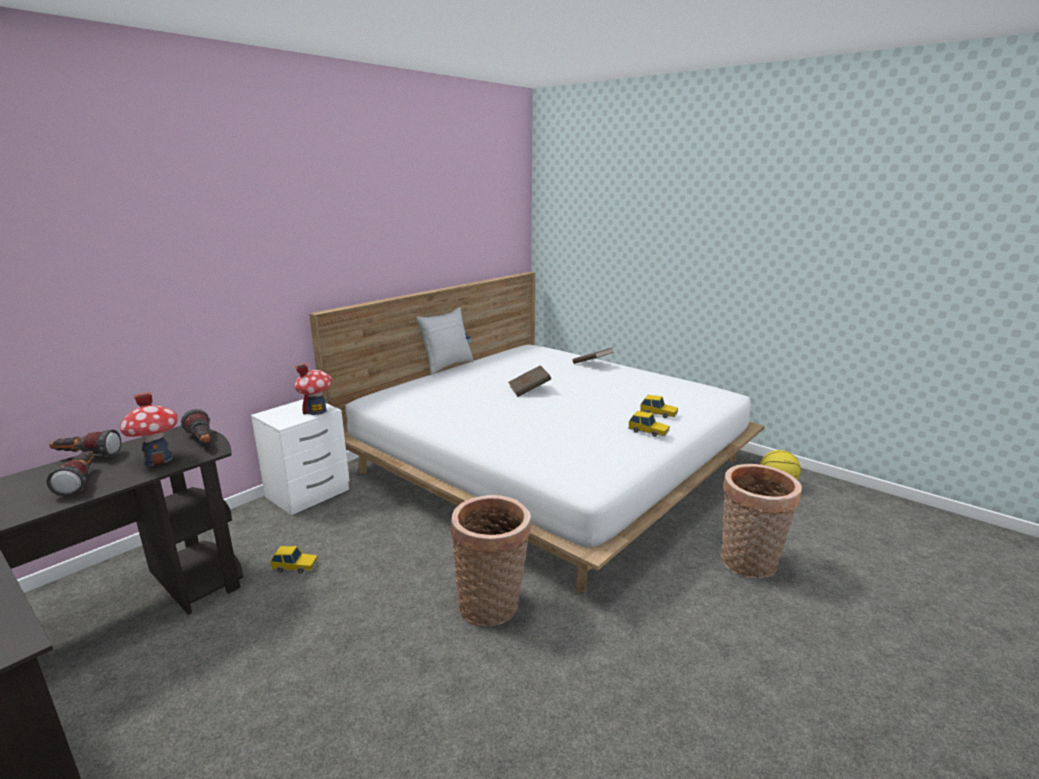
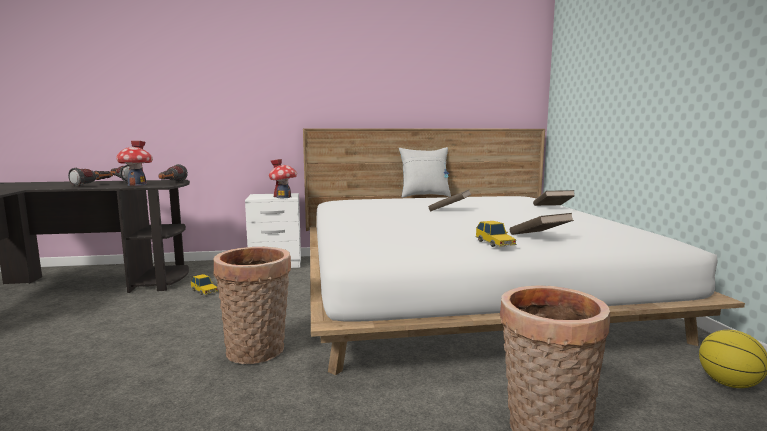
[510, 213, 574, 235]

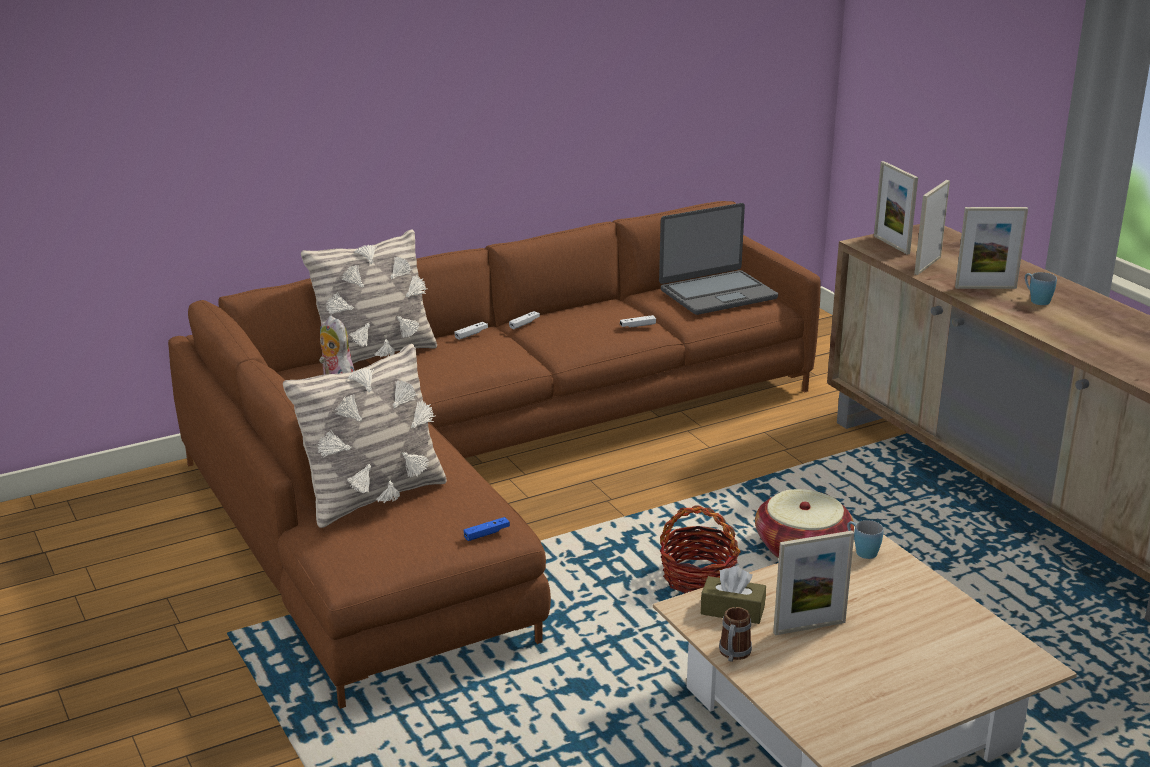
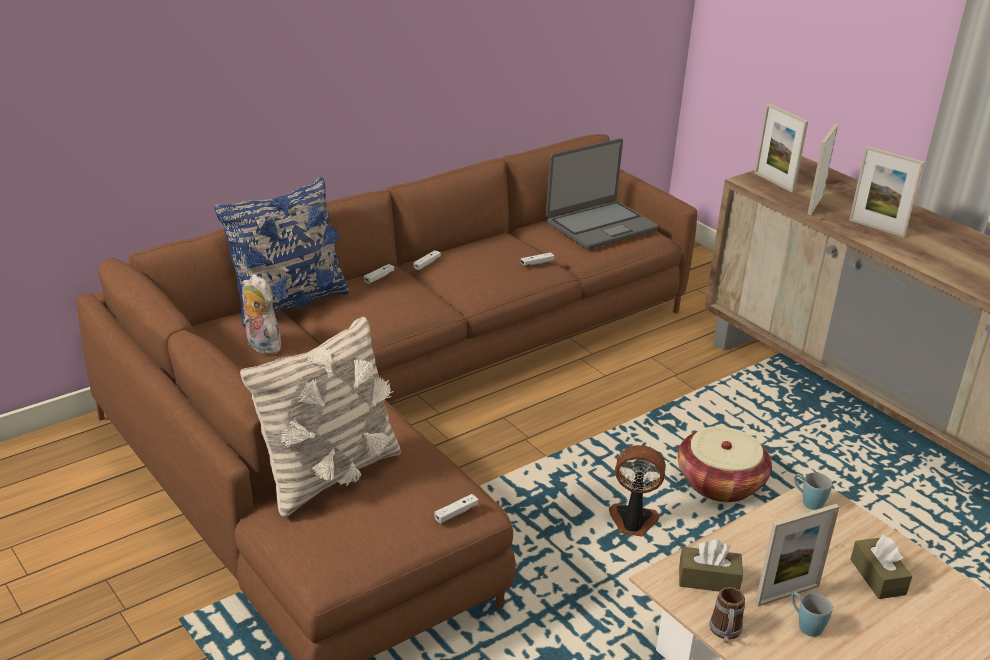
[849, 146, 924, 237]
[214, 177, 349, 327]
[791, 592, 833, 637]
[609, 445, 666, 537]
[434, 494, 479, 524]
[850, 535, 912, 599]

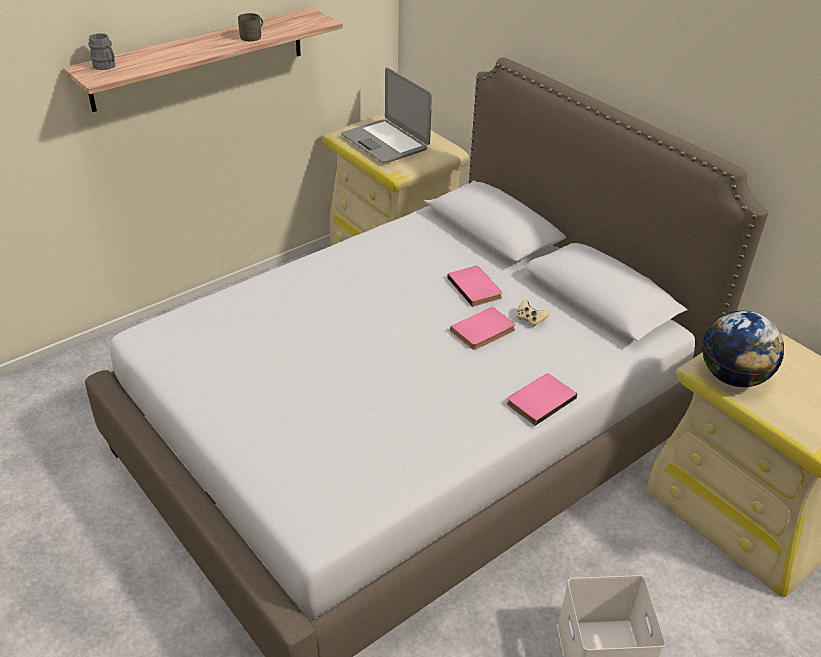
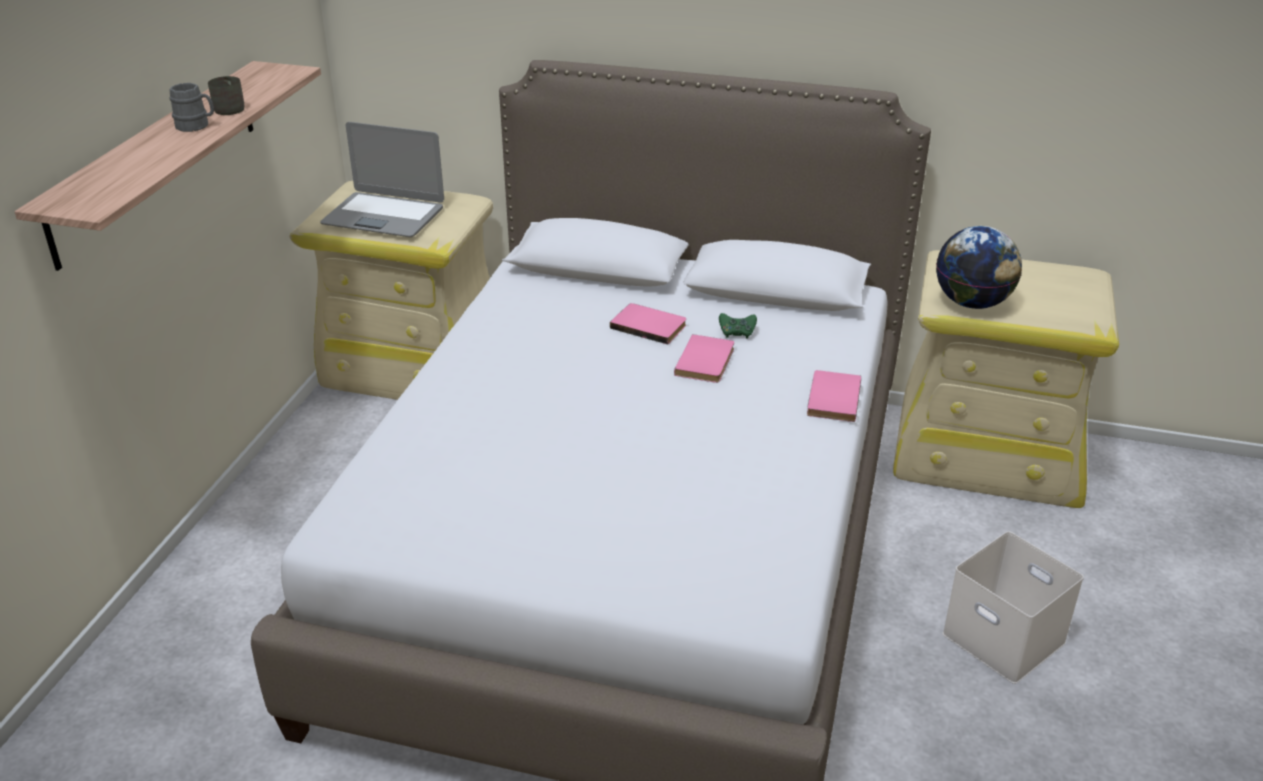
[169, 83, 214, 132]
[719, 313, 757, 338]

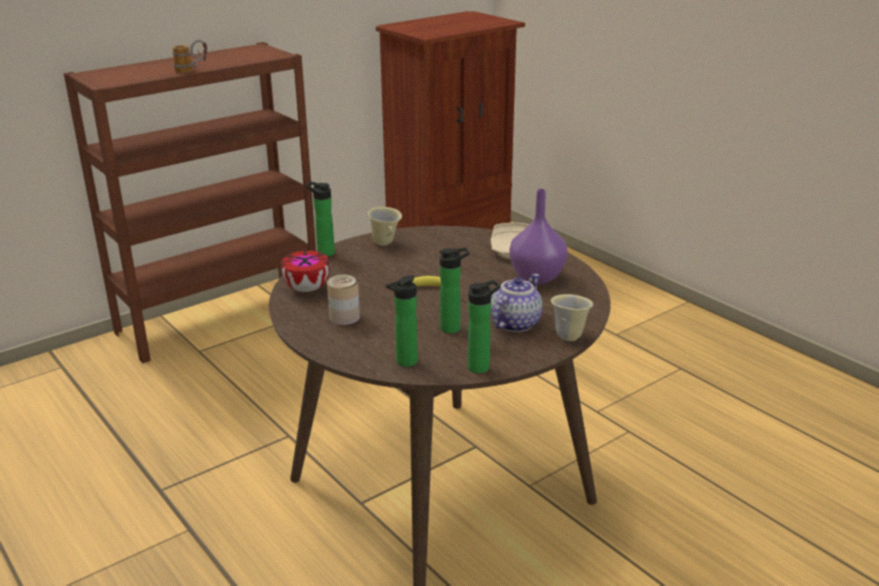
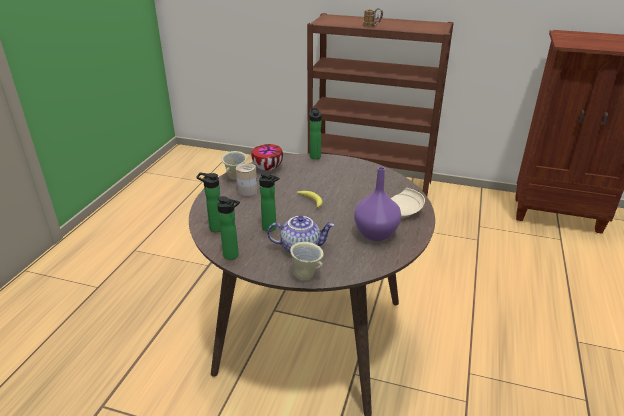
[221, 151, 247, 180]

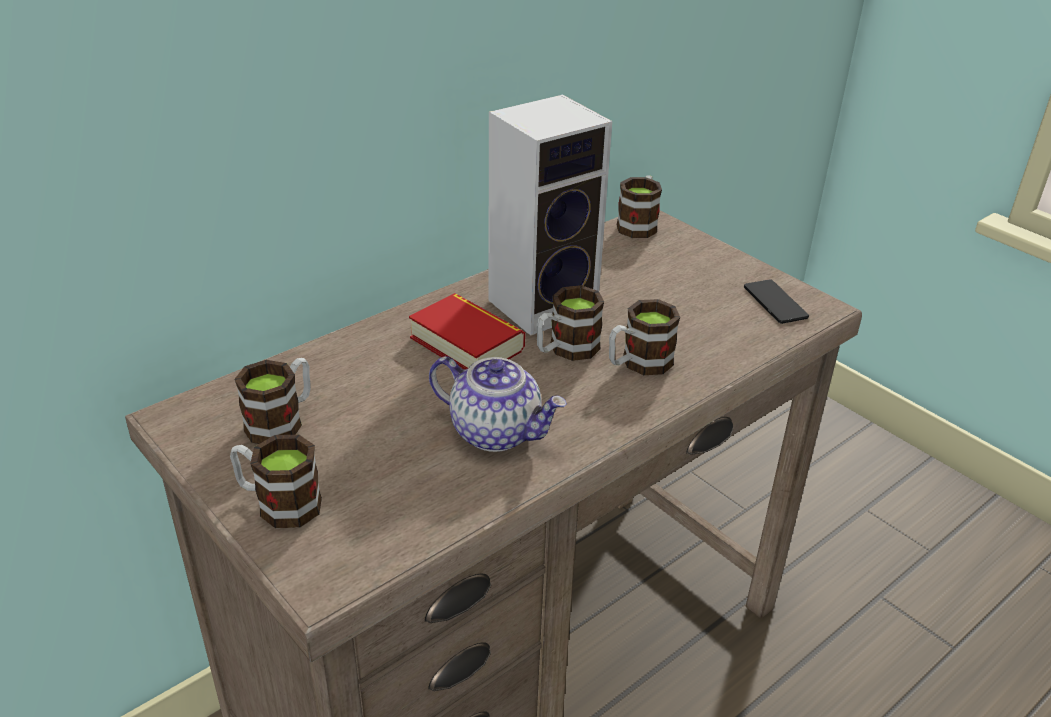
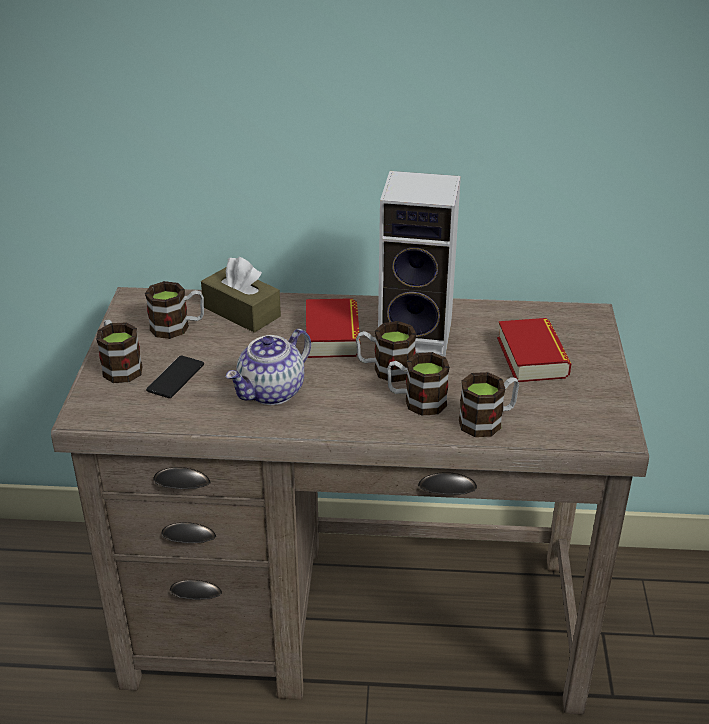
[459, 372, 519, 437]
[146, 356, 204, 398]
[225, 329, 311, 405]
[201, 257, 281, 333]
[497, 318, 571, 382]

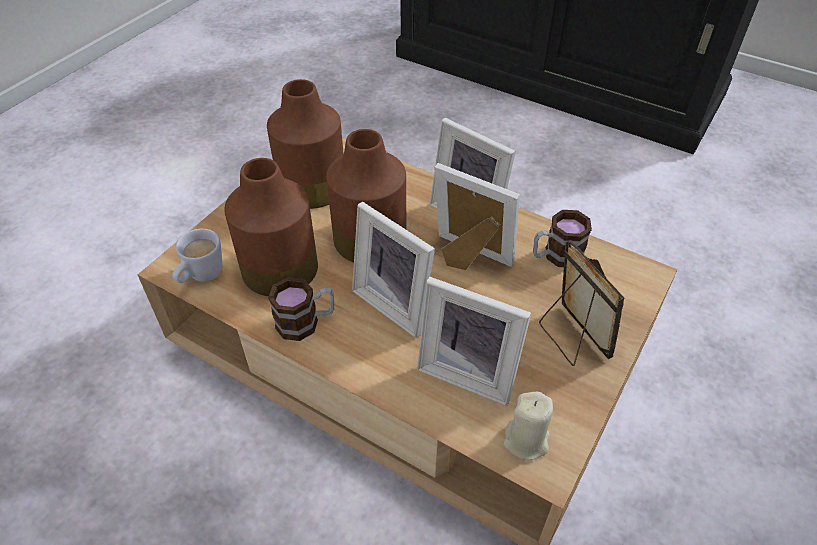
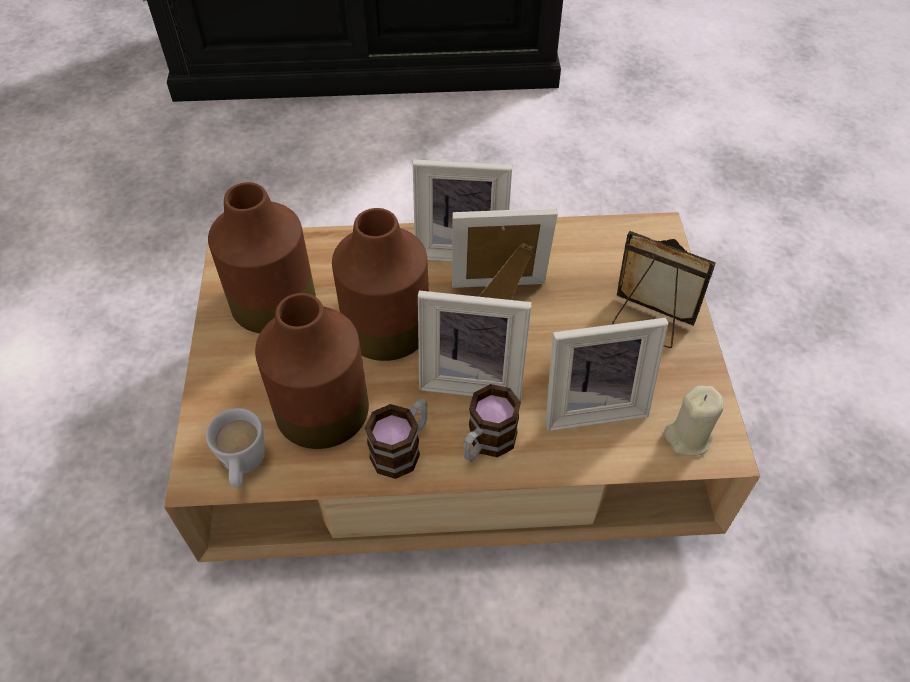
[463, 384, 521, 462]

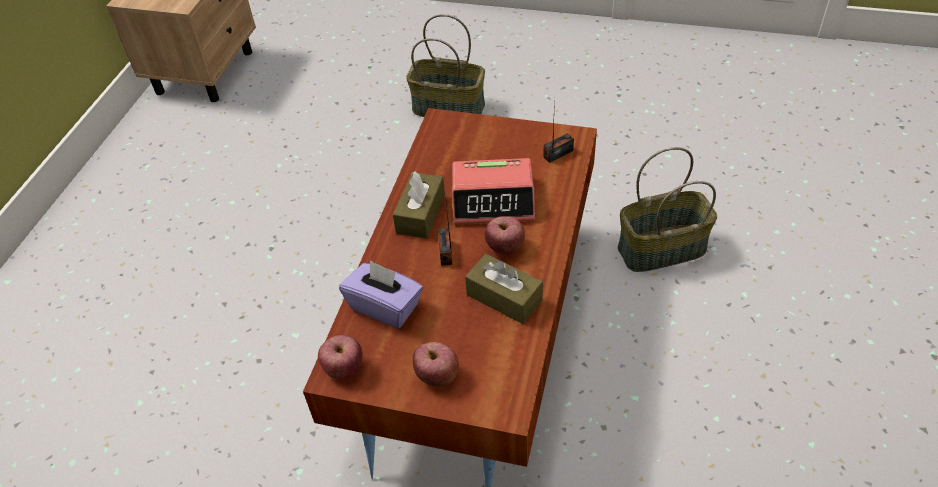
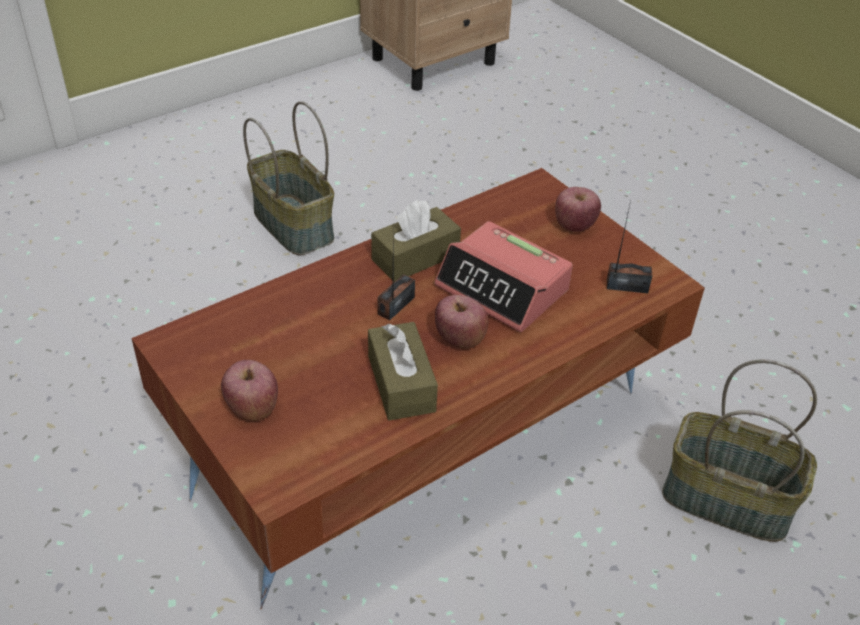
[243, 101, 334, 255]
[339, 260, 423, 328] (first image)
[555, 187, 601, 232]

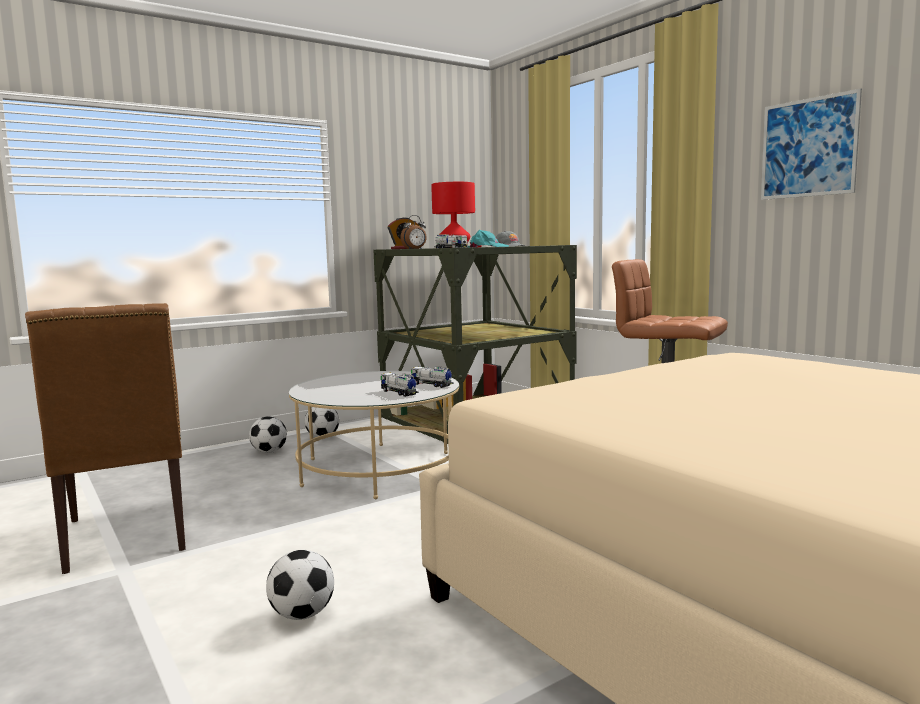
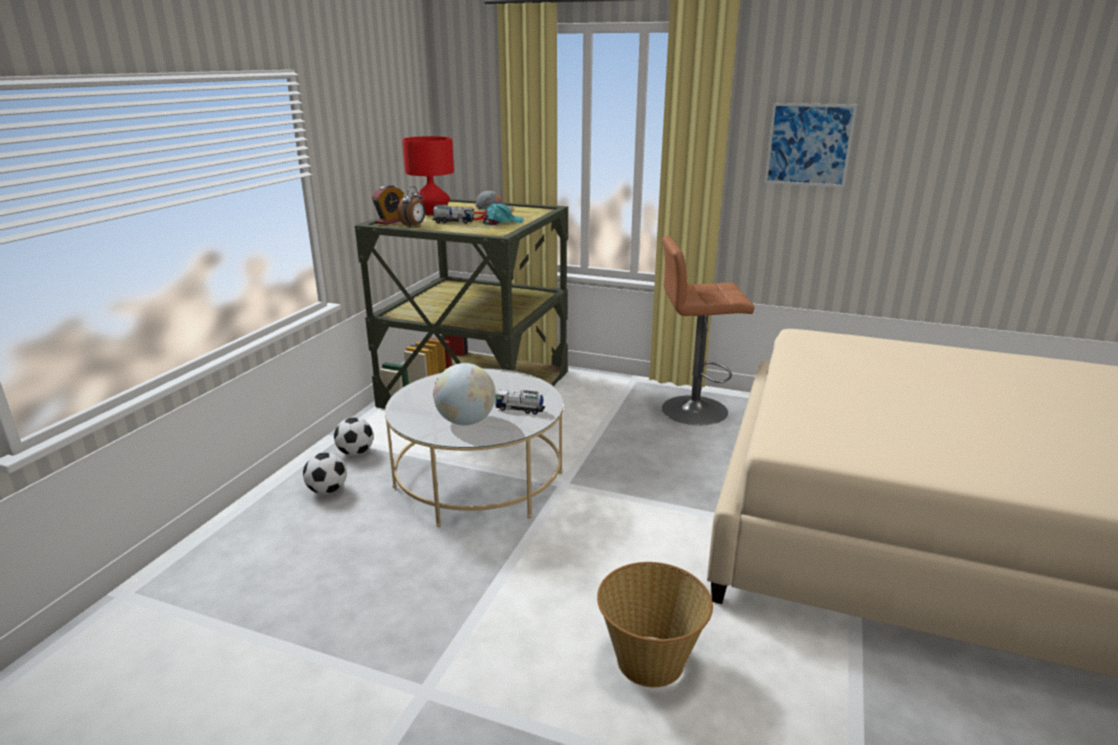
[25, 303, 186, 574] (first image)
[411, 366, 454, 388] (first image)
[597, 562, 713, 688]
[433, 363, 496, 425]

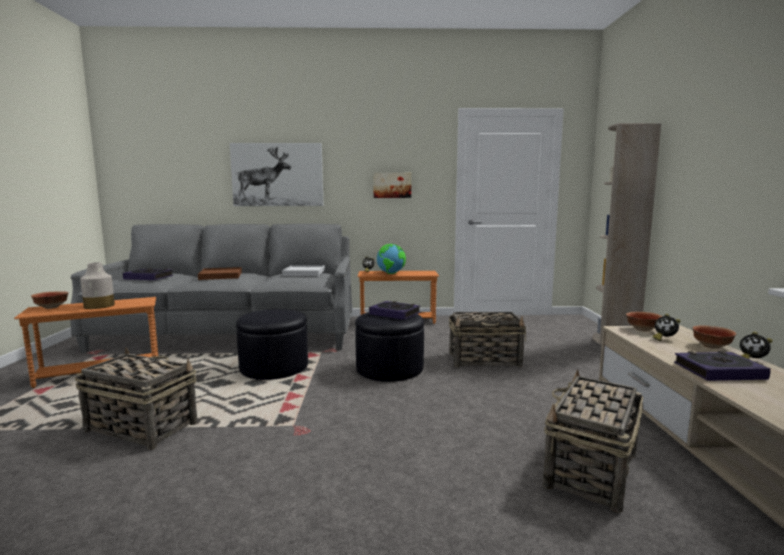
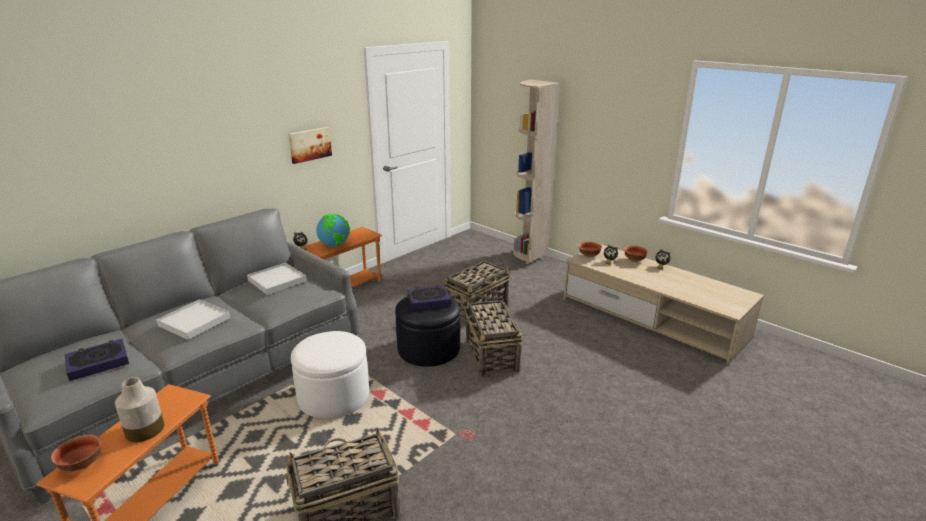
[230, 143, 324, 206] (first image)
[156, 300, 230, 340]
[291, 331, 369, 418]
[674, 351, 771, 381] (first image)
[464, 300, 523, 377]

